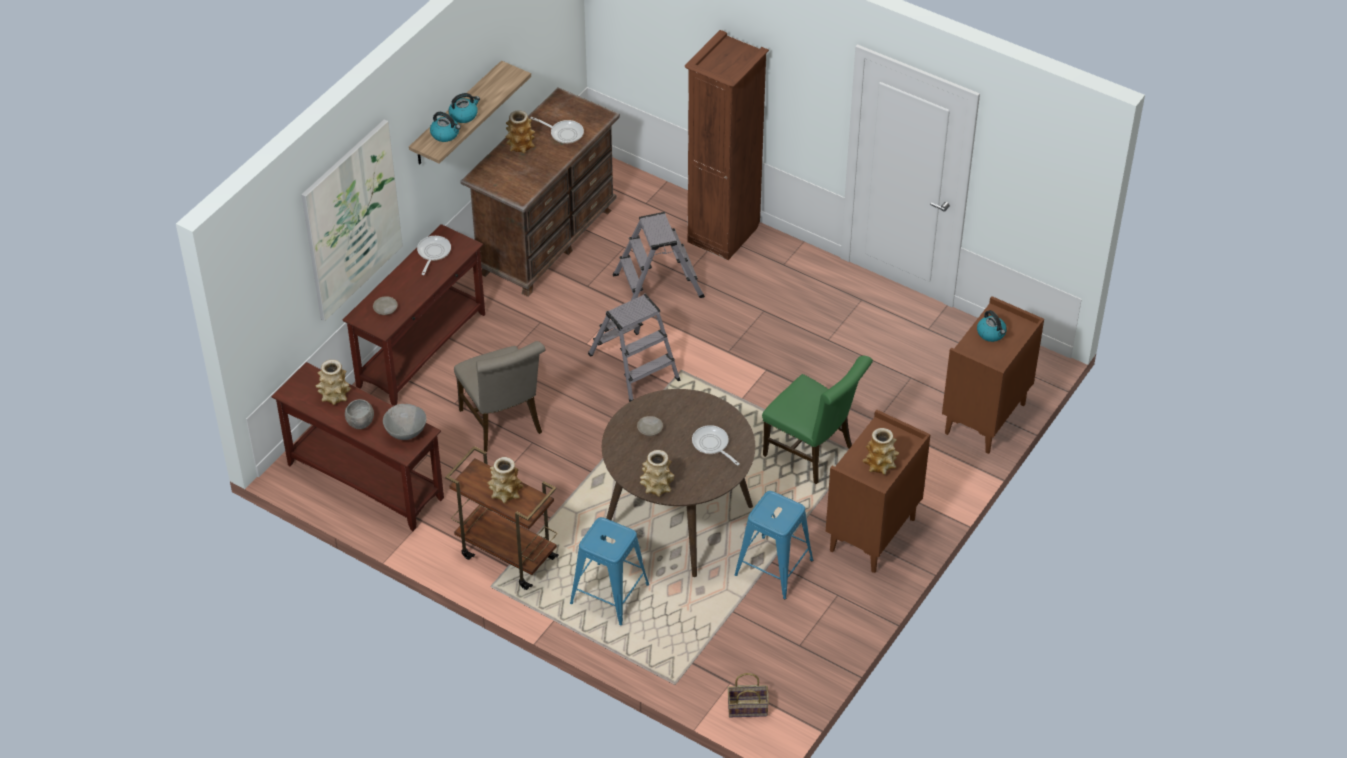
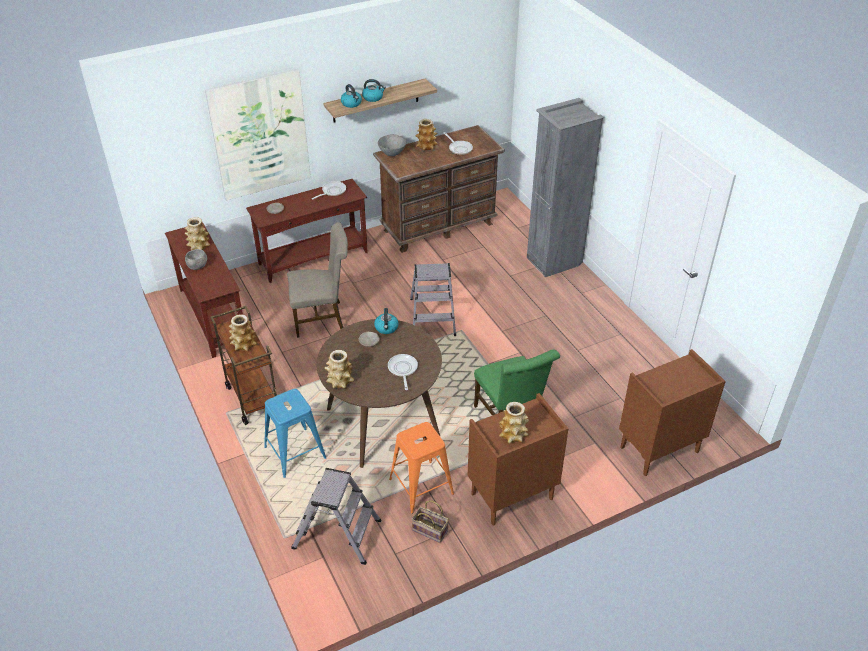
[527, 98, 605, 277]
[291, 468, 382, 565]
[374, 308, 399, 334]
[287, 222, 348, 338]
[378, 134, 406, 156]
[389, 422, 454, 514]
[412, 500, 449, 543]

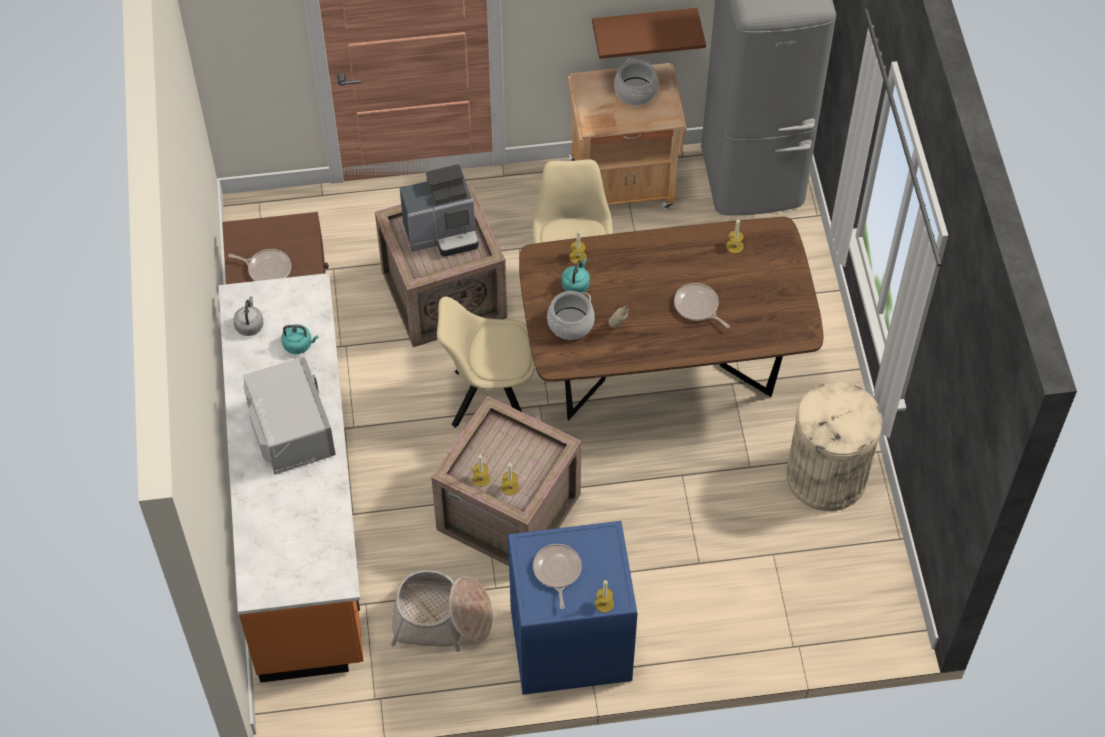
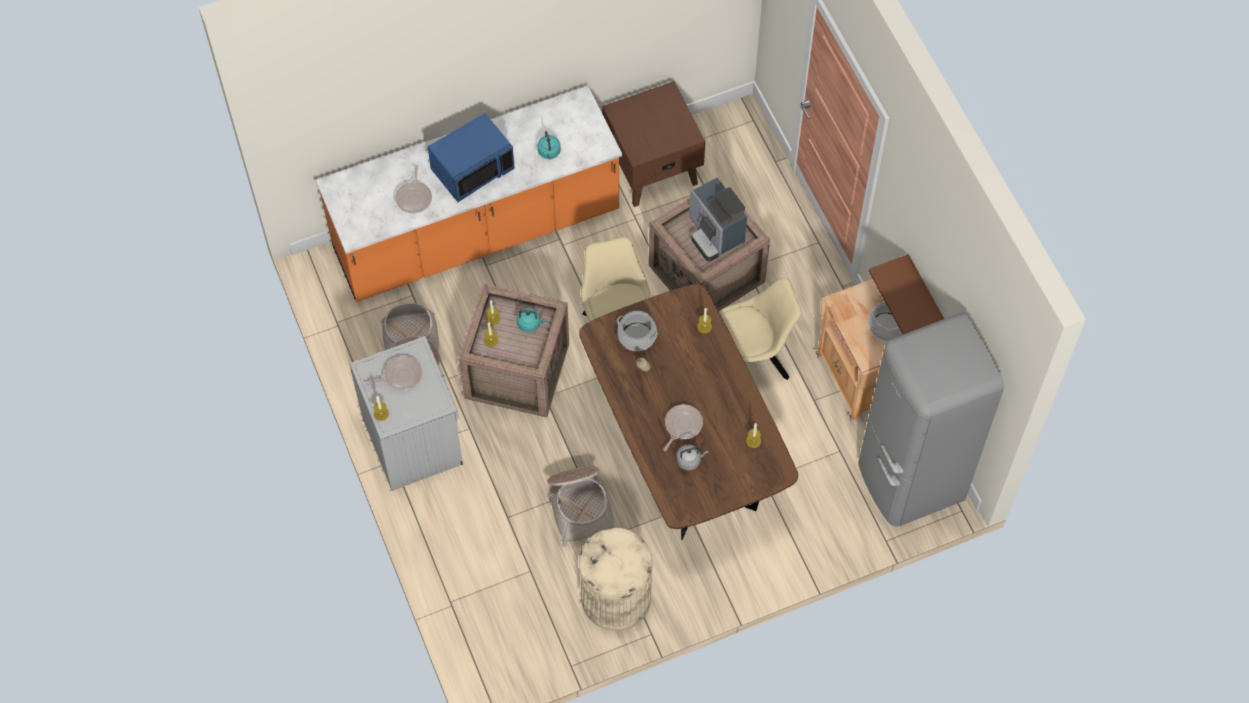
[395, 165, 432, 214]
[517, 308, 546, 332]
[676, 445, 709, 470]
[428, 113, 515, 202]
[349, 336, 463, 491]
[547, 466, 615, 547]

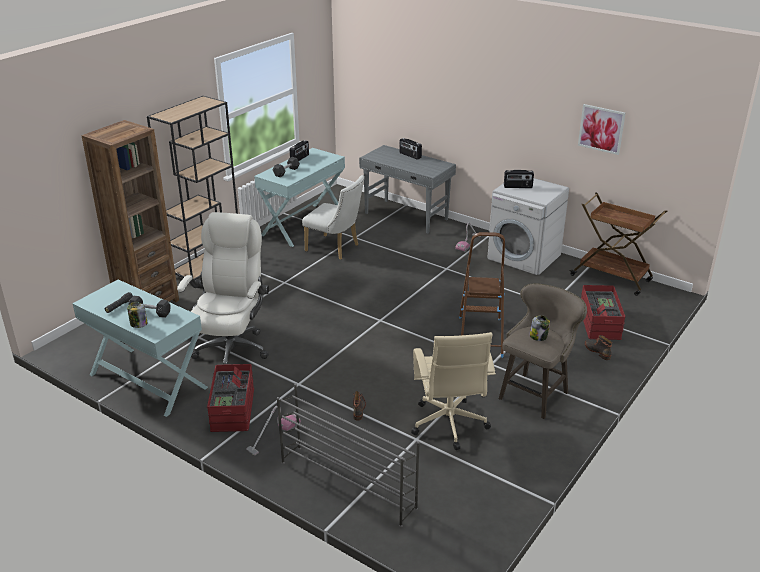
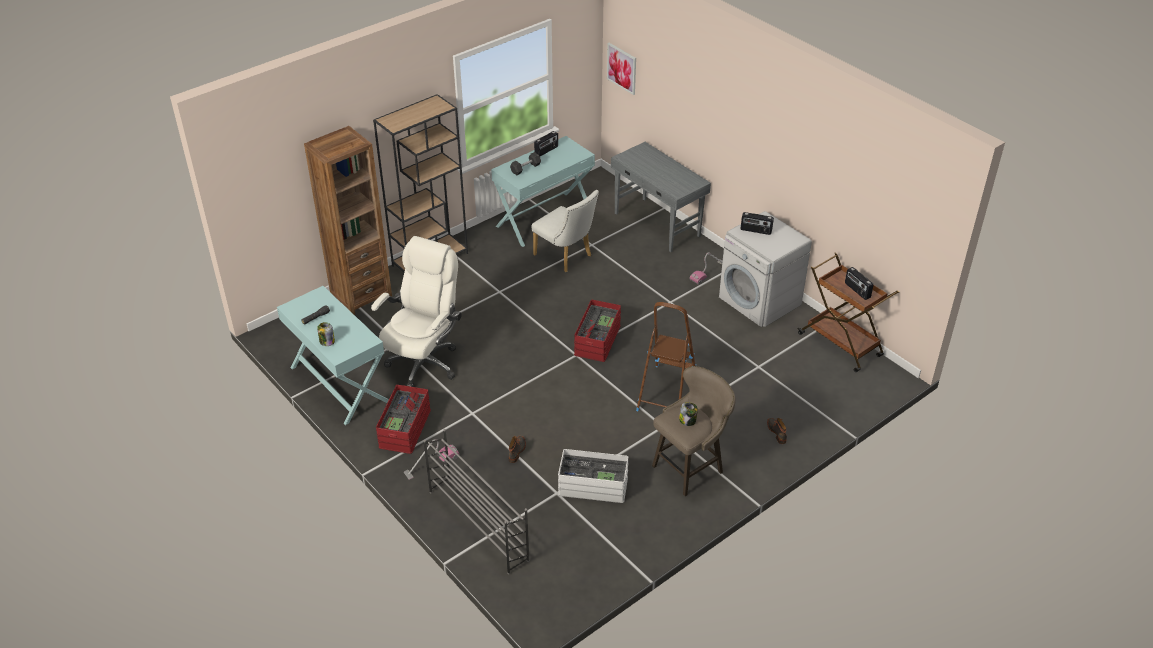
[607, 43, 636, 95]
[845, 267, 873, 300]
[574, 300, 621, 362]
[128, 296, 171, 318] (first image)
[558, 449, 628, 503]

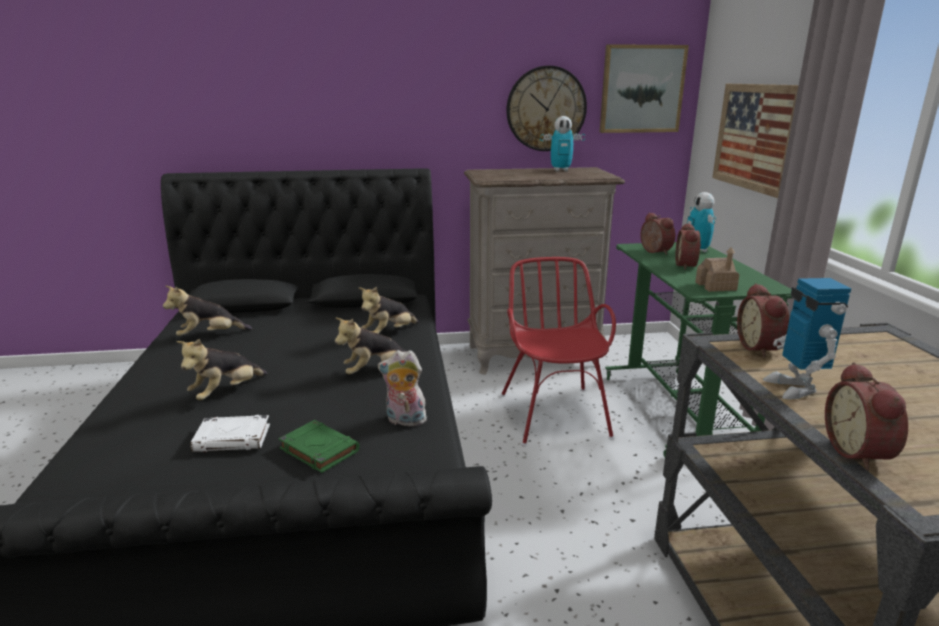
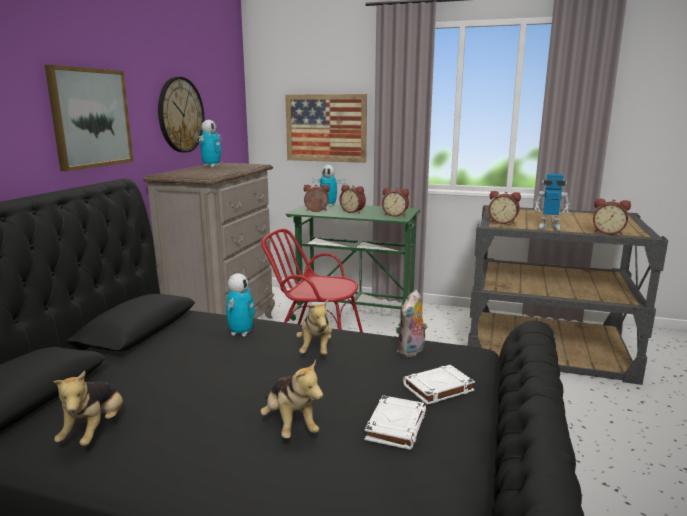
[45, 65, 134, 171]
[382, 188, 409, 217]
[226, 273, 255, 337]
[403, 365, 475, 405]

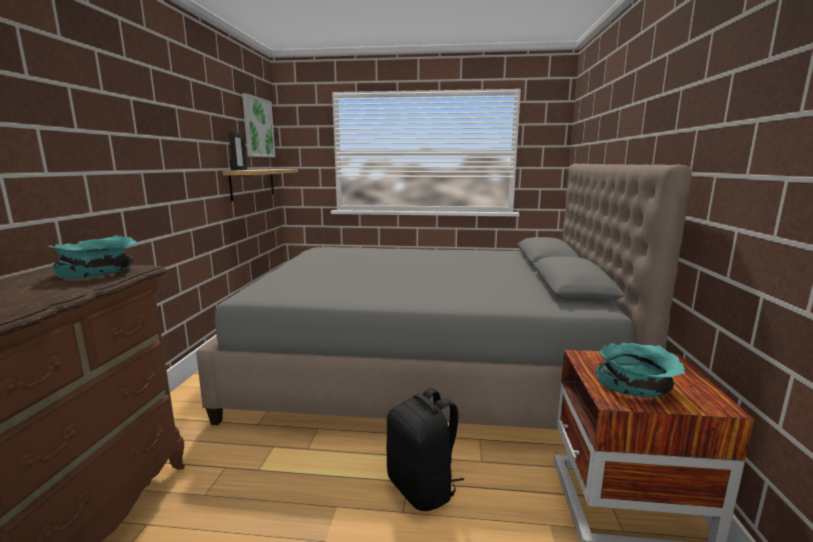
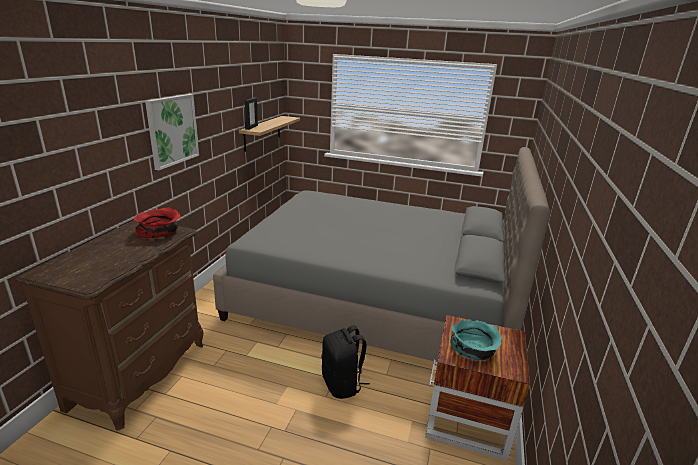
[145, 94, 199, 170]
[133, 207, 180, 238]

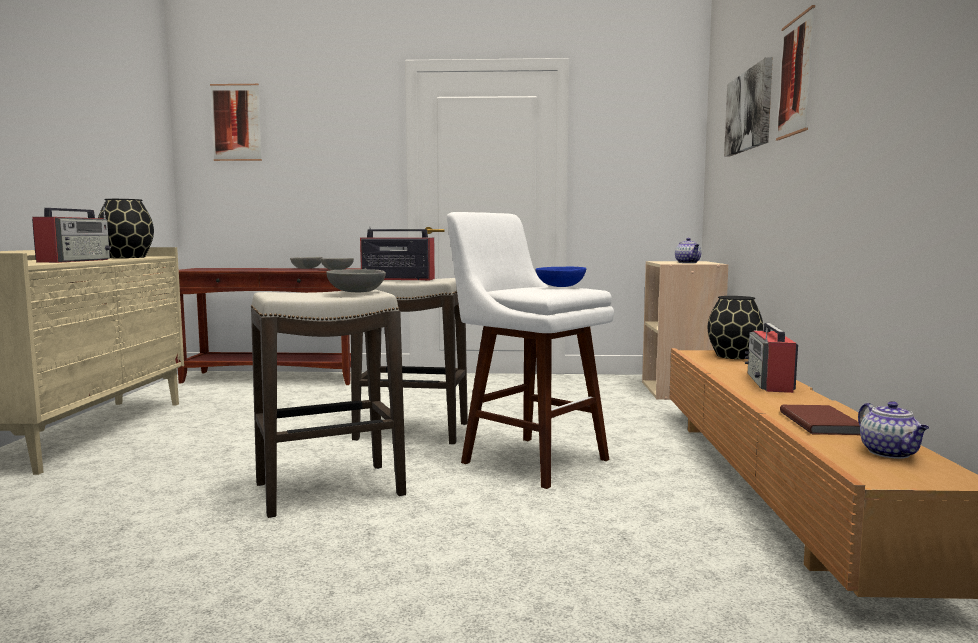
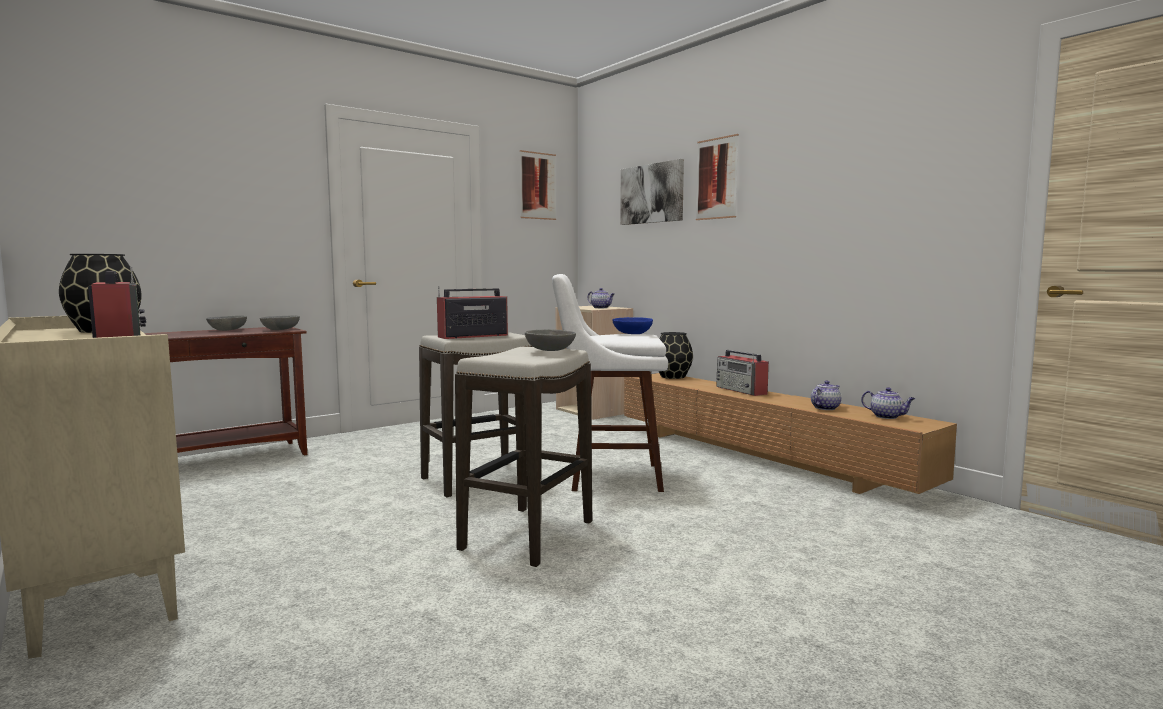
[520, 150, 556, 220]
[811, 381, 841, 410]

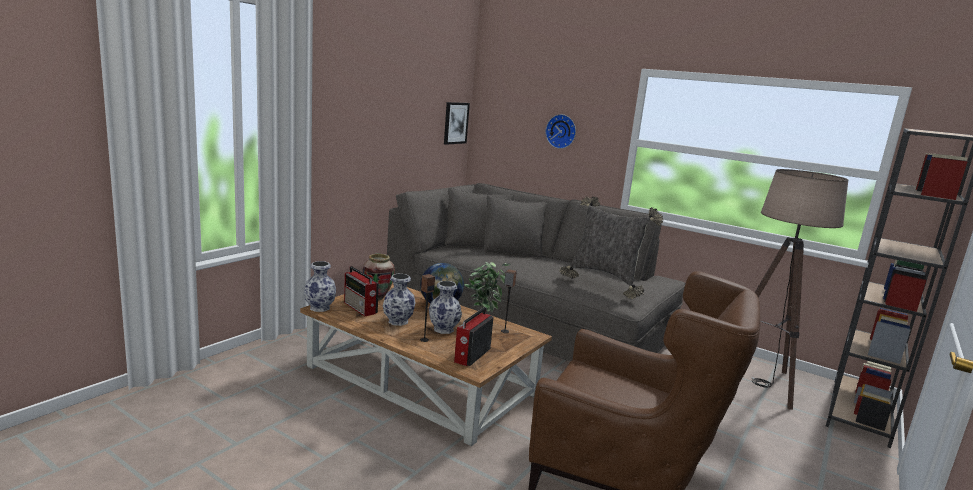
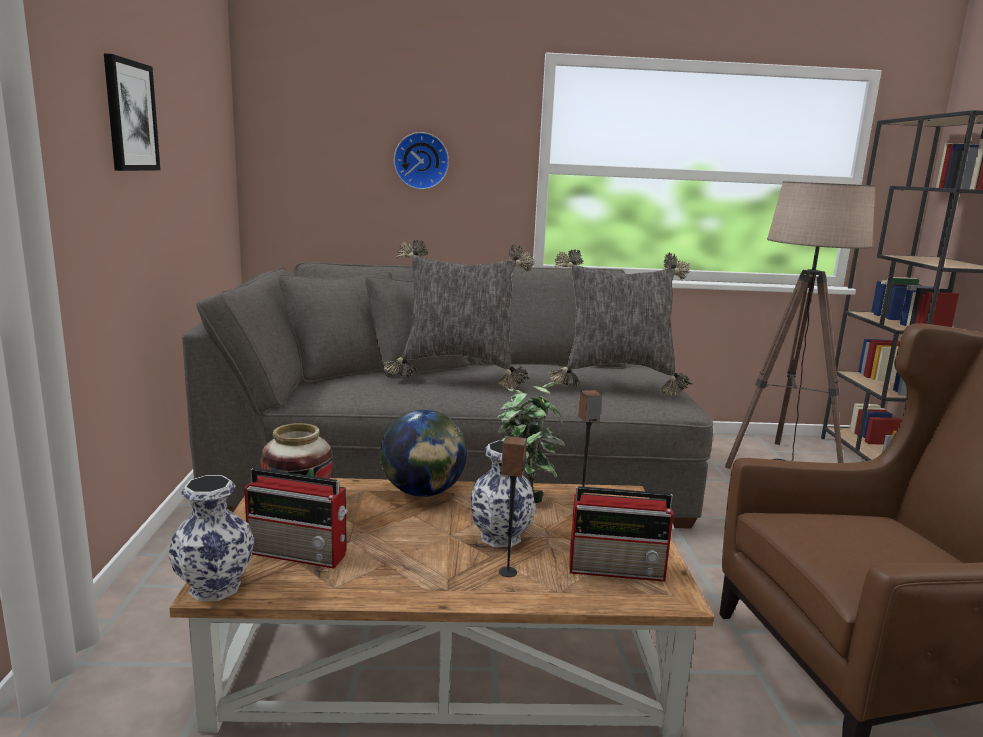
[104, 54, 161, 171]
[383, 274, 416, 326] (first image)
[569, 486, 675, 582]
[384, 240, 535, 389]

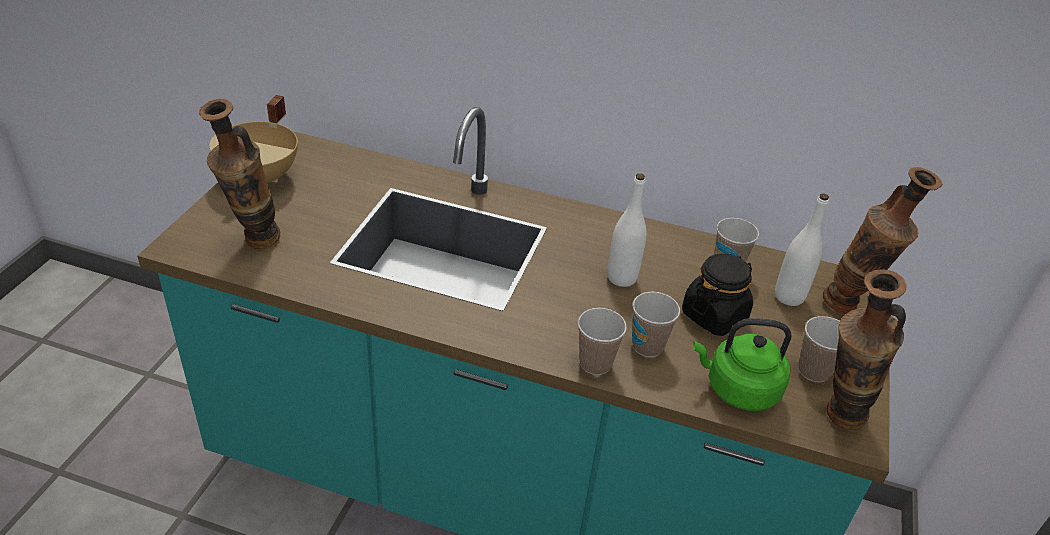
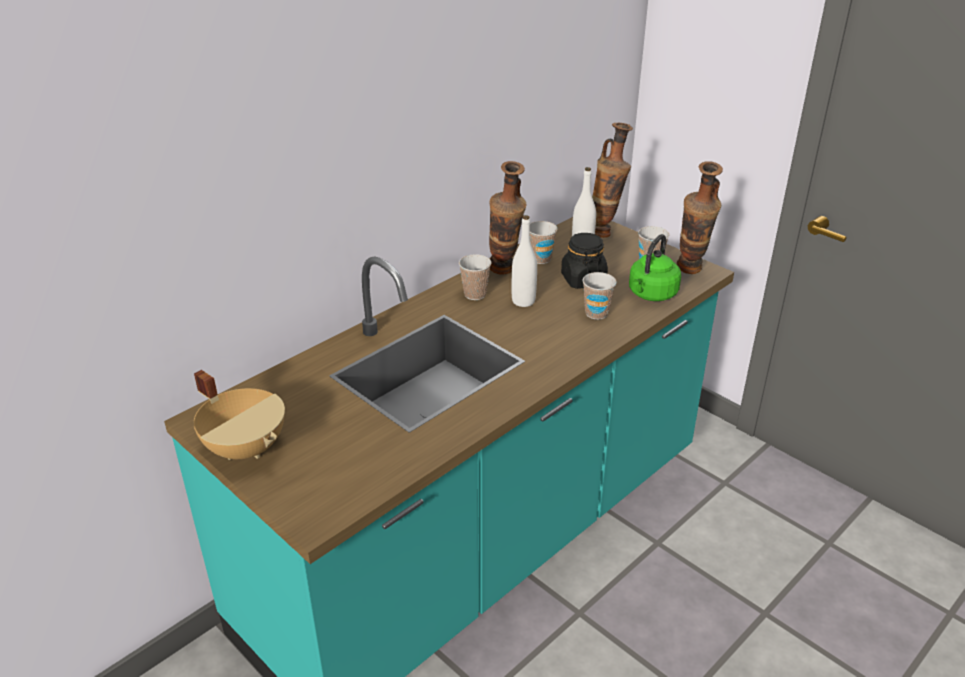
[489, 161, 526, 275]
[459, 254, 491, 300]

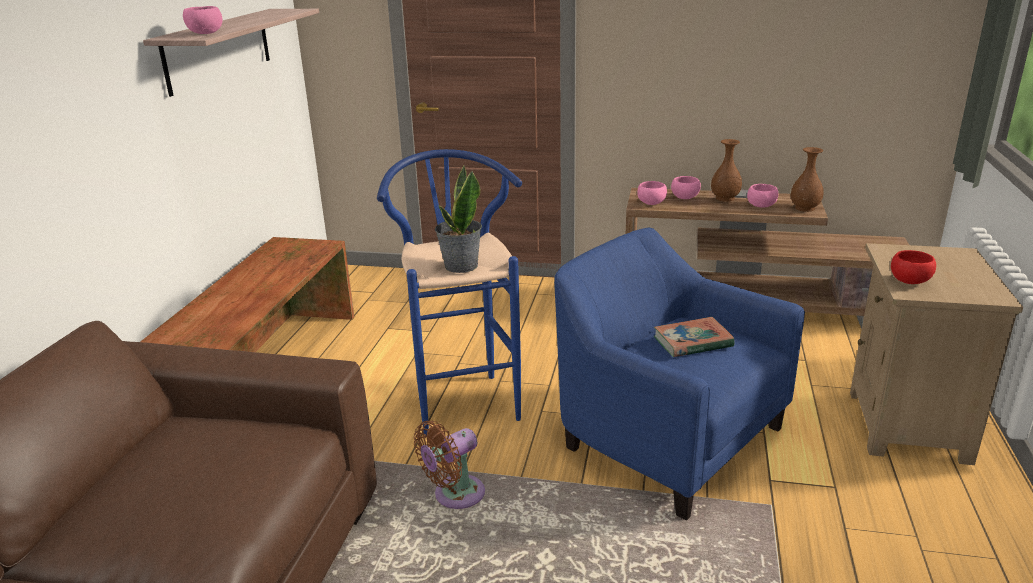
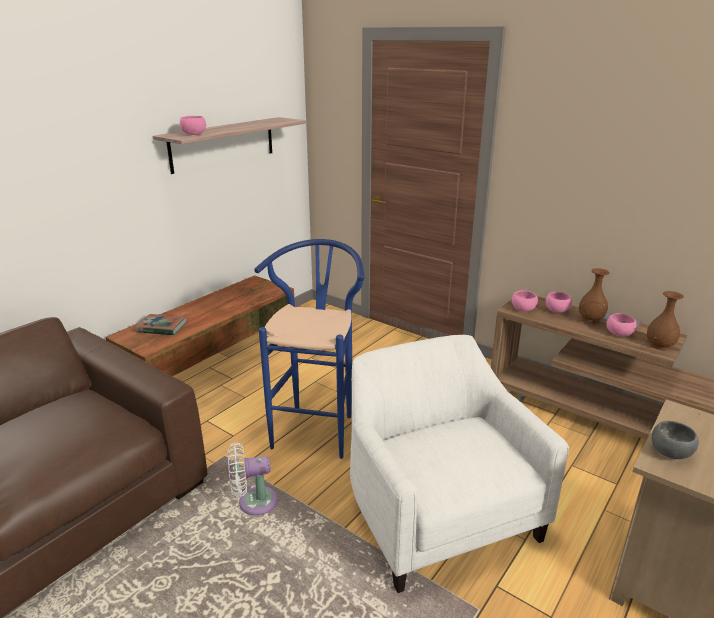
[435, 166, 482, 273] (first image)
[350, 335, 569, 593]
[652, 421, 699, 459]
[135, 314, 187, 335]
[228, 442, 278, 515]

